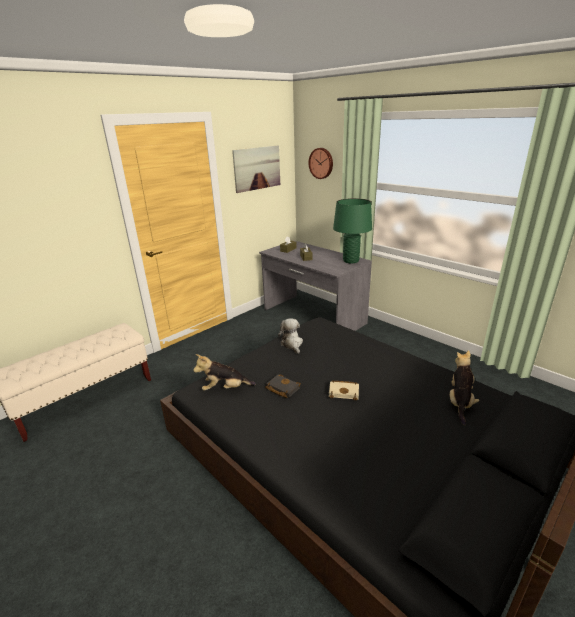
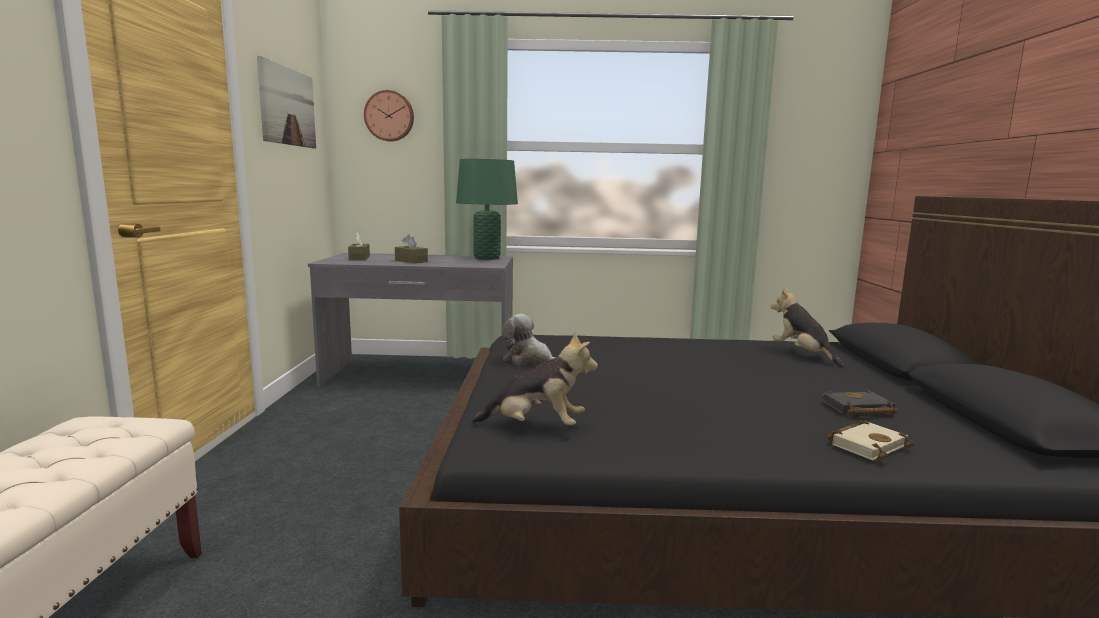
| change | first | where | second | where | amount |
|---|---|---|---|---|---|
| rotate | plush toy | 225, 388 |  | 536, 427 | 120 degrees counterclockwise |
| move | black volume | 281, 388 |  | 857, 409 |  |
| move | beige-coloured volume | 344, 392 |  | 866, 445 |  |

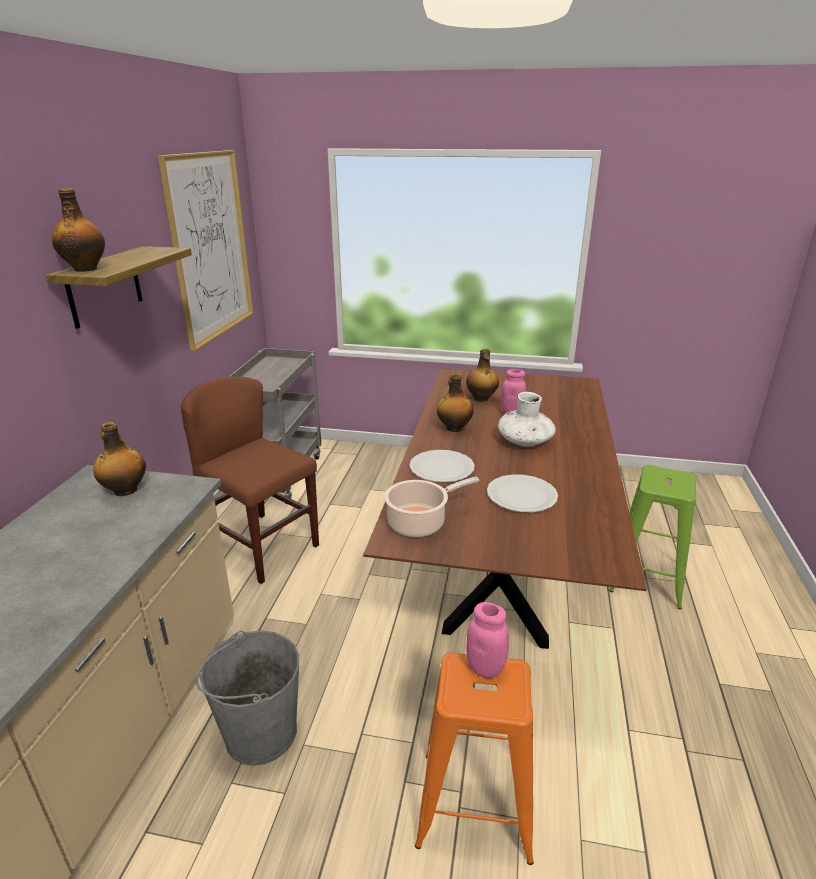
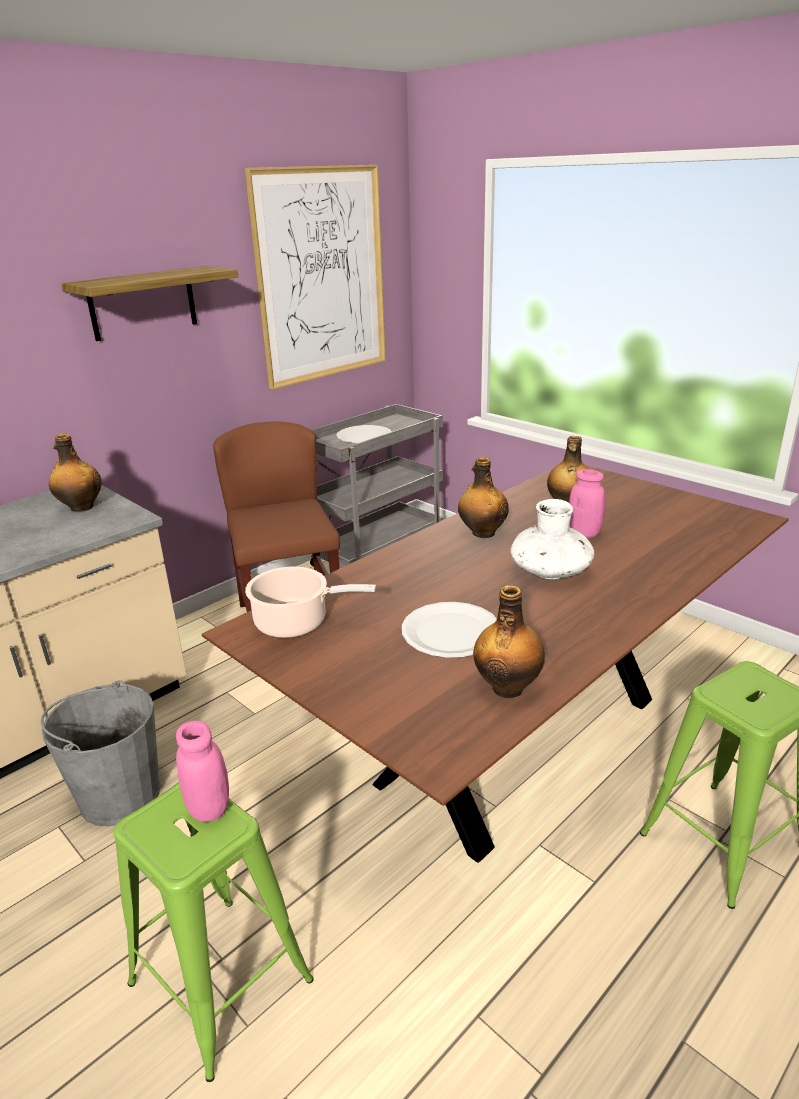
| change | first | where | second | where | amount |
|---|---|---|---|---|---|
| recolor | orange stool seat | 476, 805 | greenish stool seat | 221, 983 |  |
| move | white-coloured flat dish | 441, 468 |  | 364, 436 |  |
| move | bottle | 86, 269 |  | 508, 687 |  |

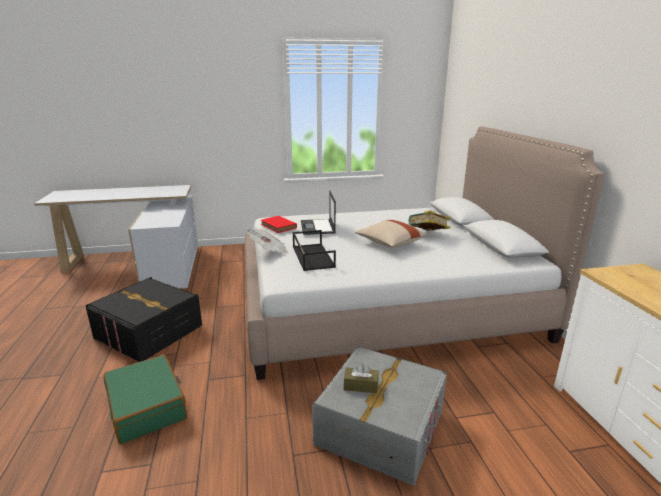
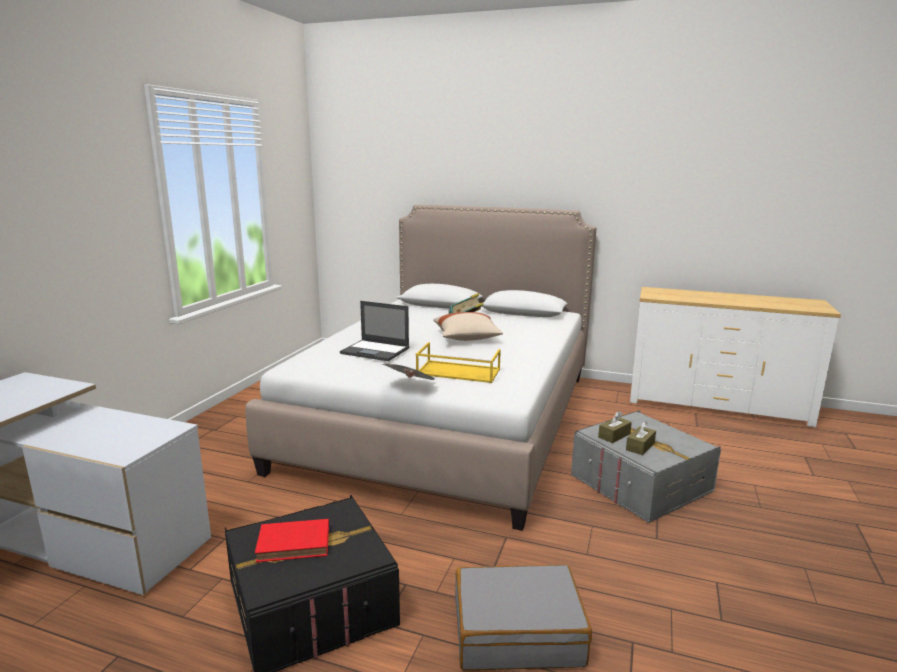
| change | first | where | second | where | amount |
|---|---|---|---|---|---|
| move | red volume | 279, 226 |  | 296, 544 |  |
| recolor | black tray | 312, 256 | yellow tray | 457, 372 |  |
| recolor | greenish suitcase | 147, 407 | greyish suitcase | 517, 631 |  |
| insert |  |  | brown-coloured box of tissues | 614, 435 |  |

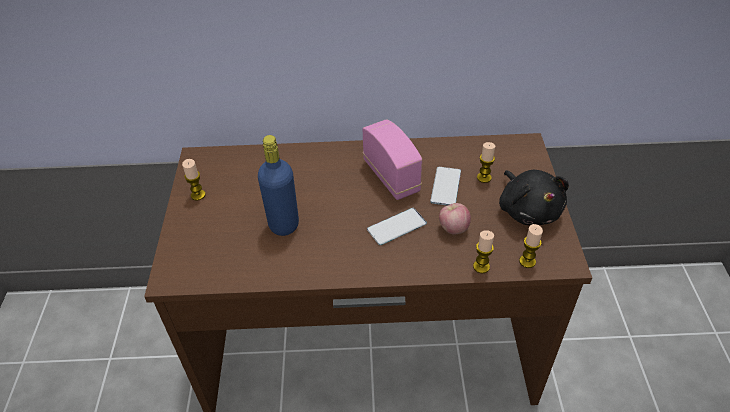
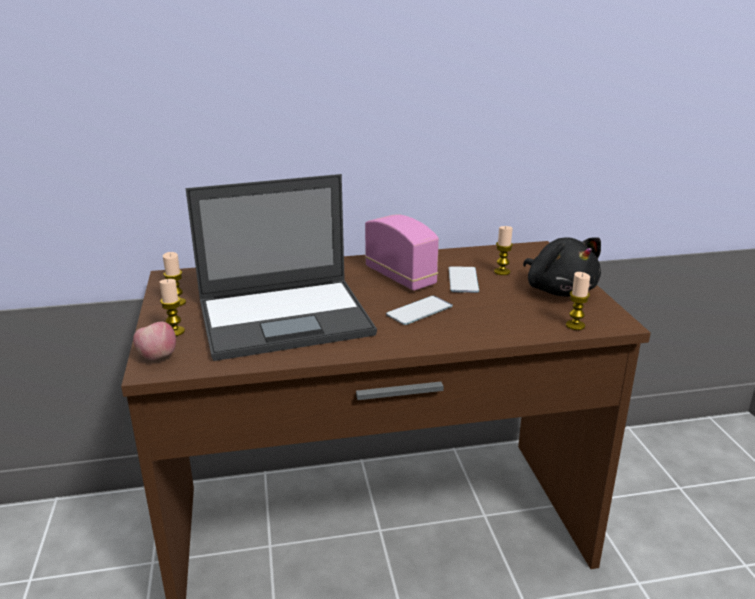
| change | first | where | second | where | amount |
|---|---|---|---|---|---|
| move | apple fruit | 453, 228 |  | 157, 357 |  |
| move | wax candle | 481, 267 |  | 175, 332 |  |
| replace | blue bottle | 284, 224 | notebook computer | 286, 317 |  |

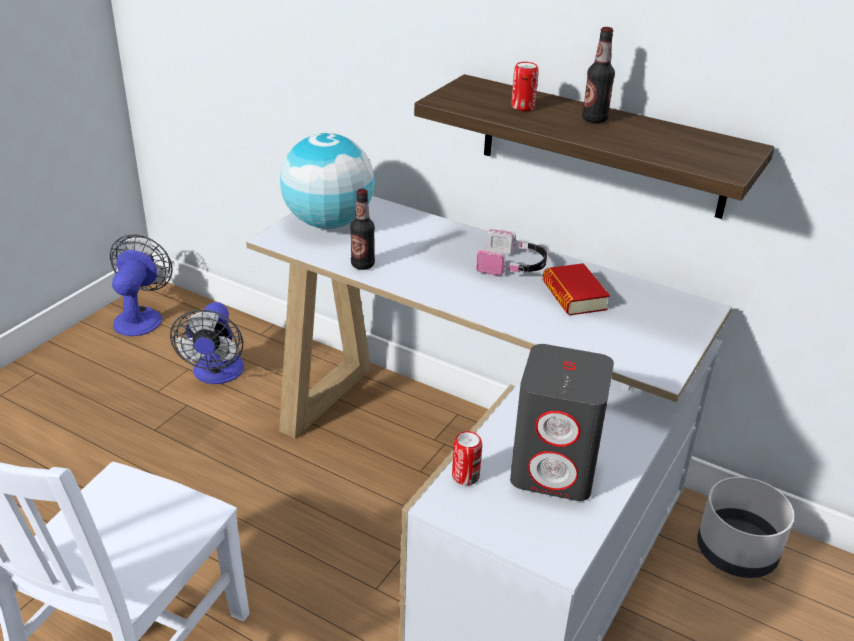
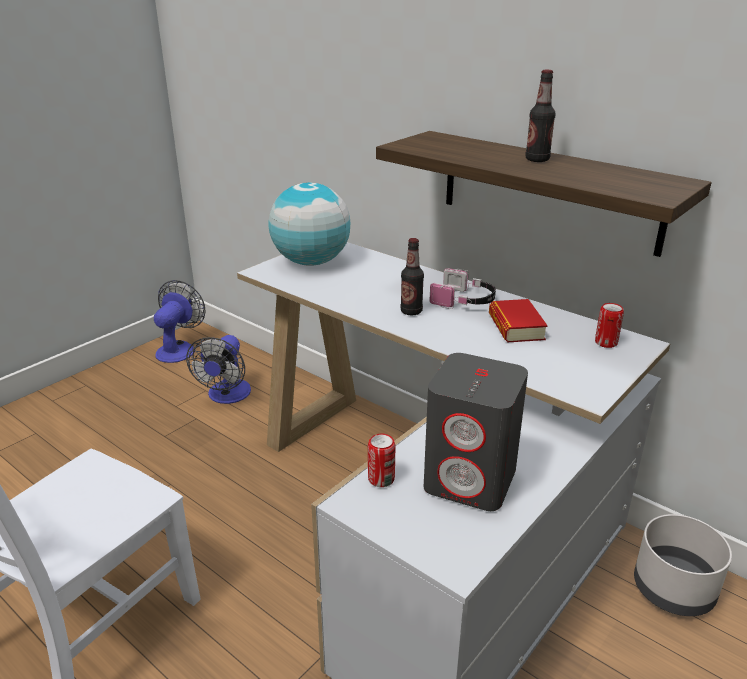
| change | first | where | second | where | amount |
|---|---|---|---|---|---|
| move | bottle | 362, 265 |  | 411, 311 |  |
| move | can | 523, 107 |  | 606, 343 |  |

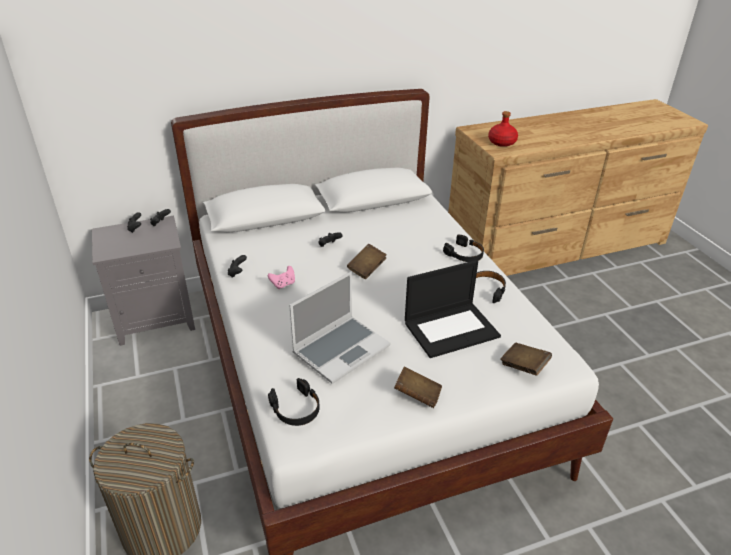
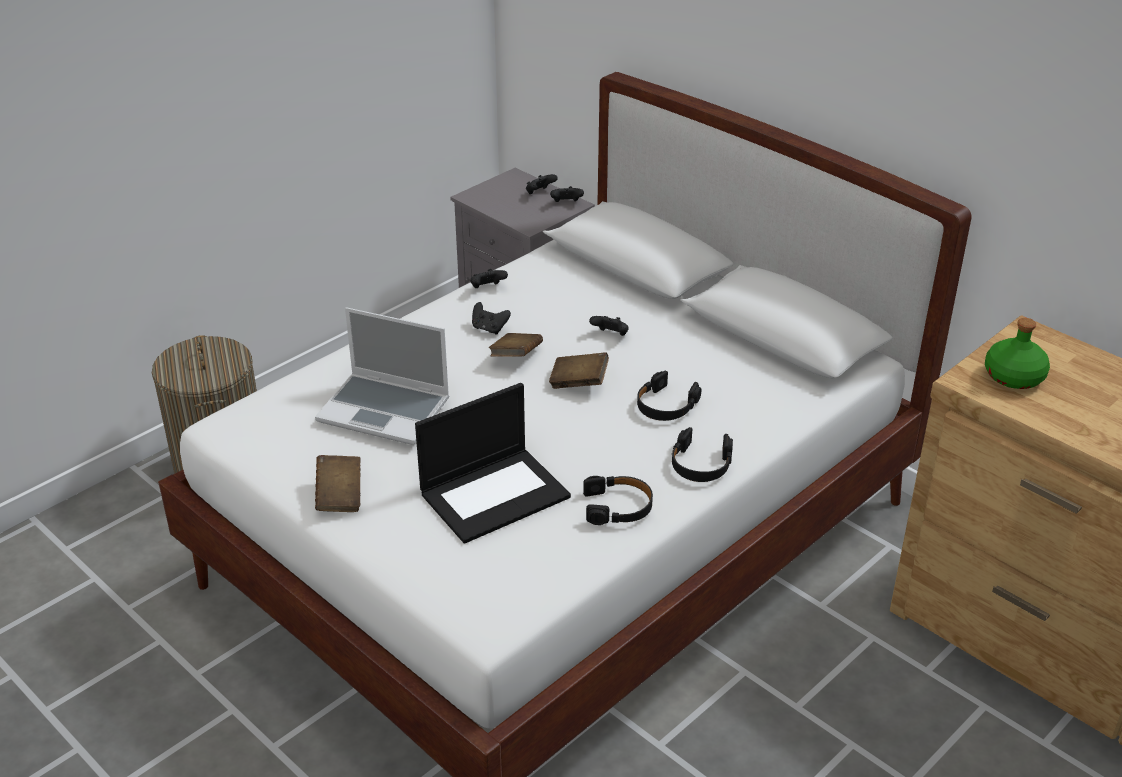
| change | first | where | second | where | amount |
|---|---|---|---|---|---|
| rotate | notebook computer | 451, 329 |  | 495, 494 | 75 degrees counterclockwise |
| recolor | pinkish game controller | 283, 284 | black game controller | 489, 328 |  |
| move | brown-coloured volume | 524, 366 |  | 516, 357 |  |
| move | black headphones | 296, 409 |  | 665, 405 |  |
| recolor | red bottle | 502, 142 | greenish bottle | 1013, 377 |  |

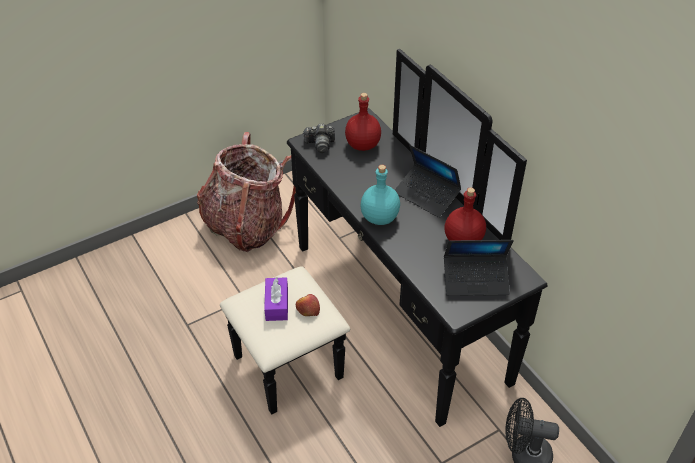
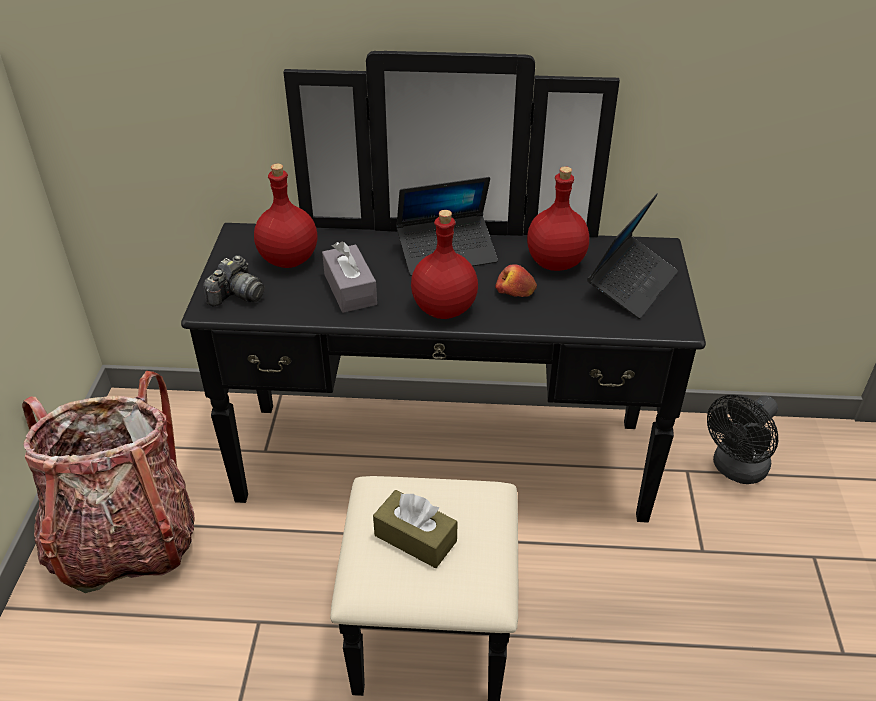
| change | first | where | second | where | amount |
|---|---|---|---|---|---|
| insert |  |  | greyish box of tissues | 350, 289 |  |
| recolor | purple-coloured box of tissues | 277, 304 | brown-coloured box of tissues | 415, 538 |  |
| recolor | blue-green bottle | 380, 218 | red bottle | 445, 309 |  |
| move | apple fruit | 307, 309 |  | 515, 291 |  |

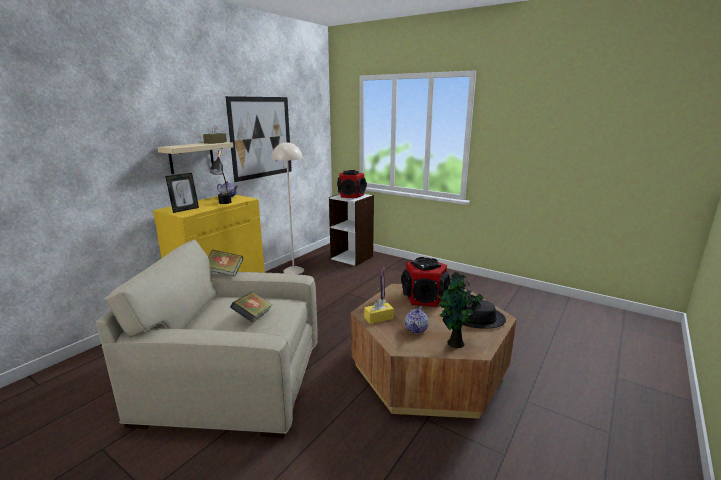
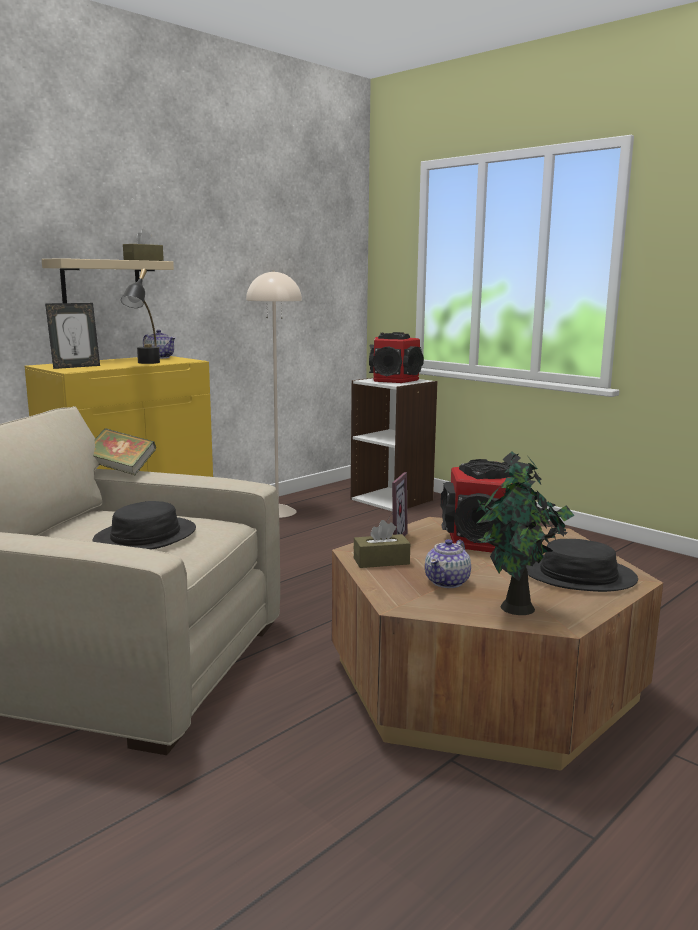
| change | first | where | second | where | amount |
|---|---|---|---|---|---|
| replace | volume | 253, 317 | black clothing hat | 146, 536 |  |
| recolor | yellow box of tissues | 378, 318 | brown-coloured box of tissues | 381, 561 |  |
| delete | wall art | 261, 137 |  |  |  |

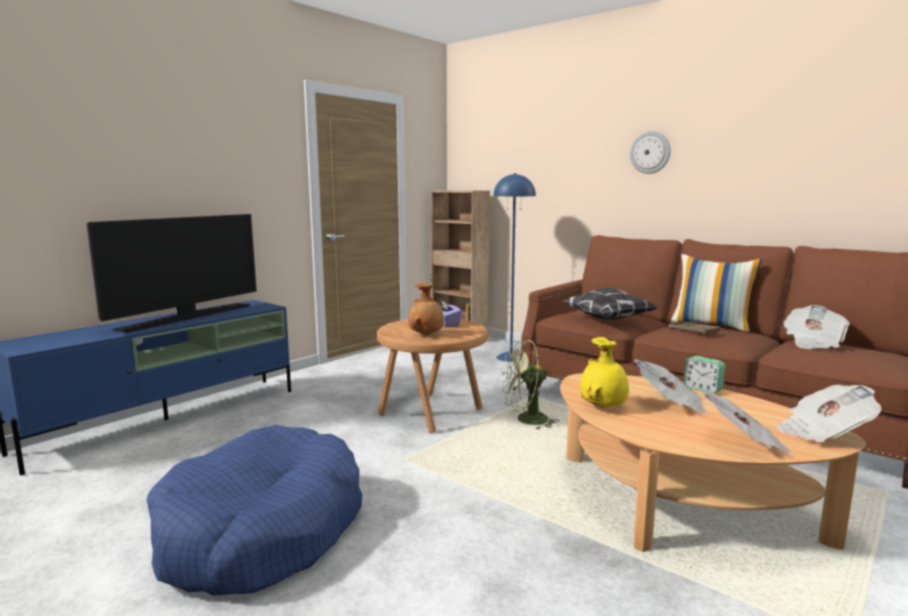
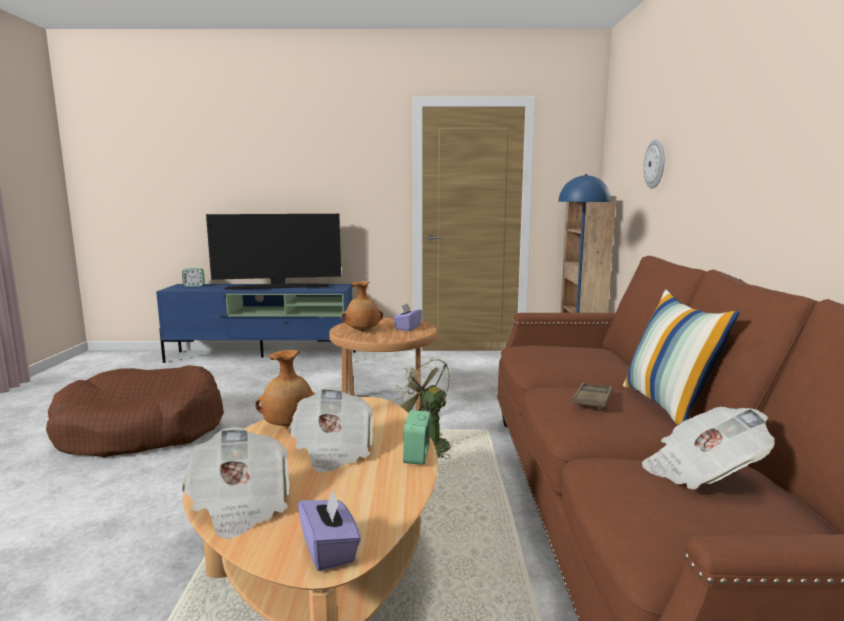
| change | first | where | second | where | amount |
|---|---|---|---|---|---|
| recolor | blue dog bed | 261, 531 | brown-coloured dog bed | 142, 430 |  |
| insert |  |  | alarm clock | 194, 286 |  |
| recolor | yellow flower vase | 604, 407 | brown-coloured flower vase | 289, 426 |  |
| replace | daily paper | 823, 433 | purple-coloured box of tissues | 329, 549 |  |
| move | clock on the wall | 650, 152 |  | 655, 164 |  |
| delete | throw pillow | 608, 320 |  |  |  |

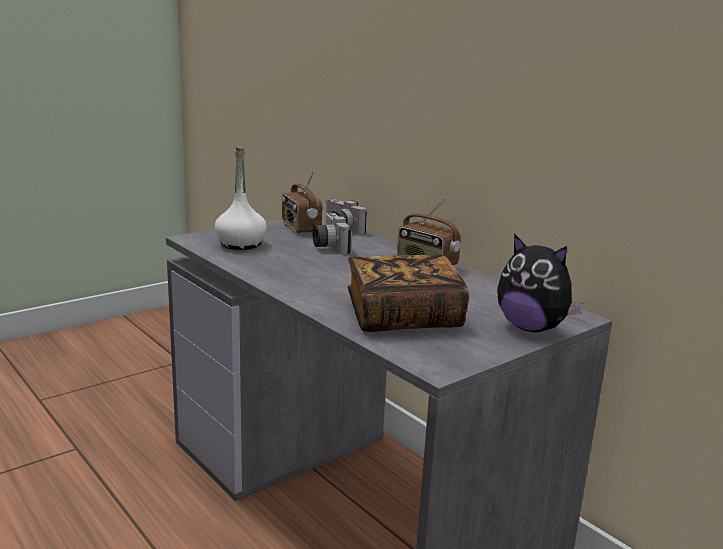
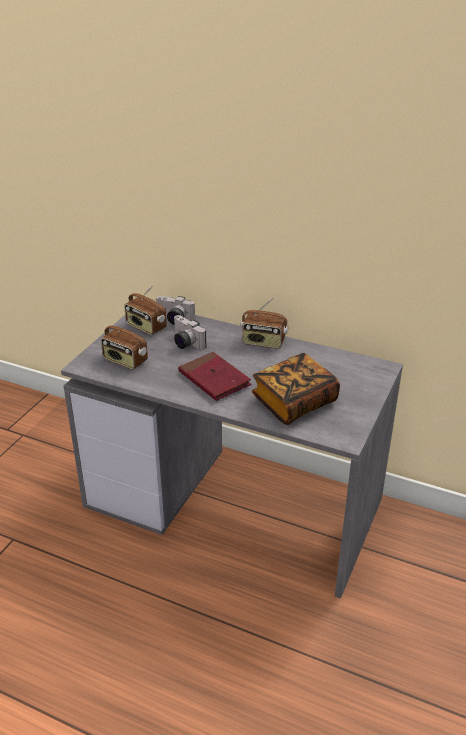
| change | first | where | second | where | amount |
|---|---|---|---|---|---|
| replace | white-coloured bottle | 241, 244 | radio | 125, 361 |  |
| insert |  |  | red volume | 214, 379 |  |
| delete | plush toy | 532, 328 |  |  |  |

